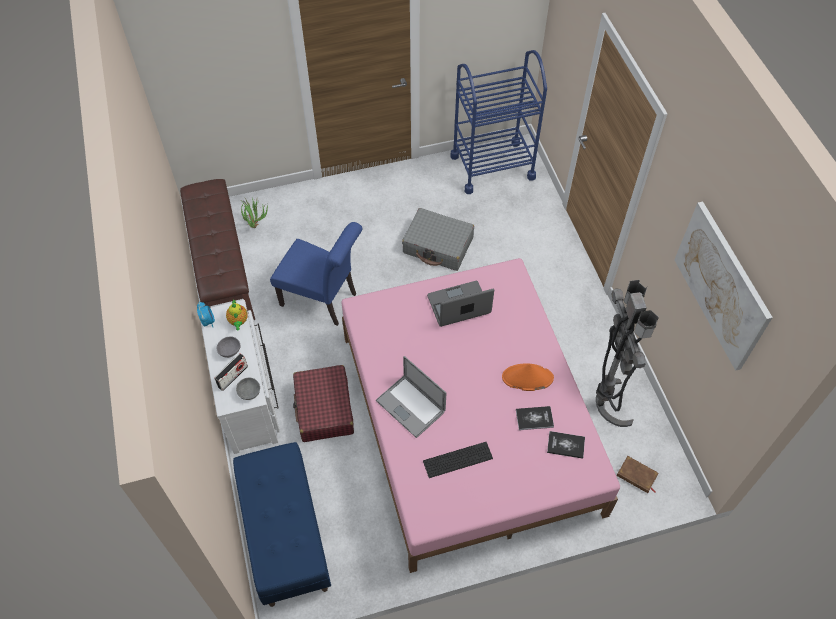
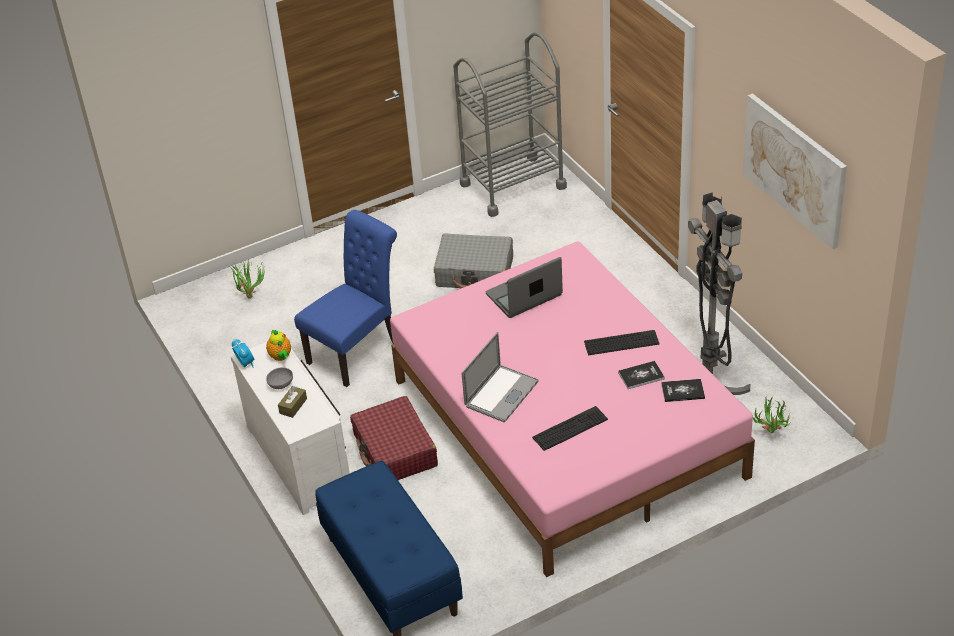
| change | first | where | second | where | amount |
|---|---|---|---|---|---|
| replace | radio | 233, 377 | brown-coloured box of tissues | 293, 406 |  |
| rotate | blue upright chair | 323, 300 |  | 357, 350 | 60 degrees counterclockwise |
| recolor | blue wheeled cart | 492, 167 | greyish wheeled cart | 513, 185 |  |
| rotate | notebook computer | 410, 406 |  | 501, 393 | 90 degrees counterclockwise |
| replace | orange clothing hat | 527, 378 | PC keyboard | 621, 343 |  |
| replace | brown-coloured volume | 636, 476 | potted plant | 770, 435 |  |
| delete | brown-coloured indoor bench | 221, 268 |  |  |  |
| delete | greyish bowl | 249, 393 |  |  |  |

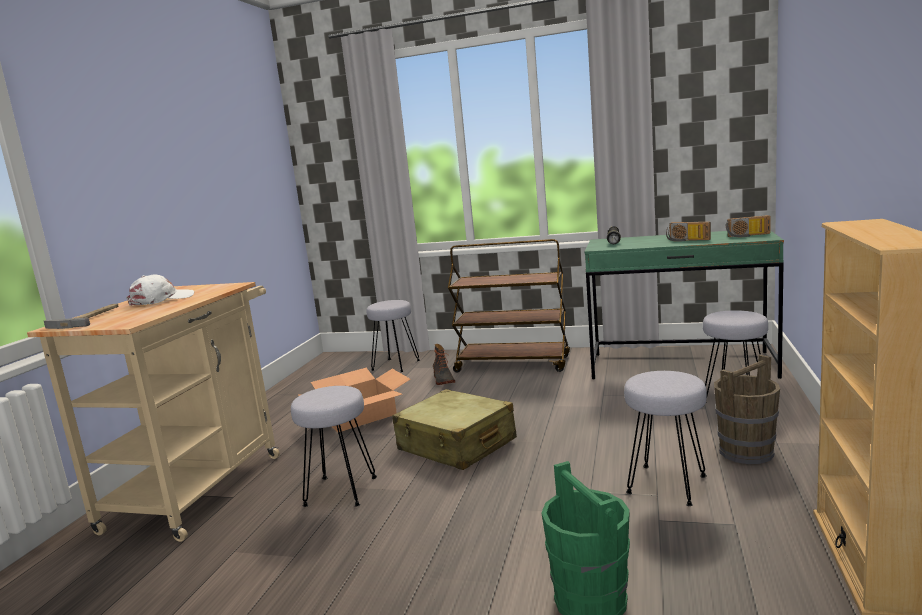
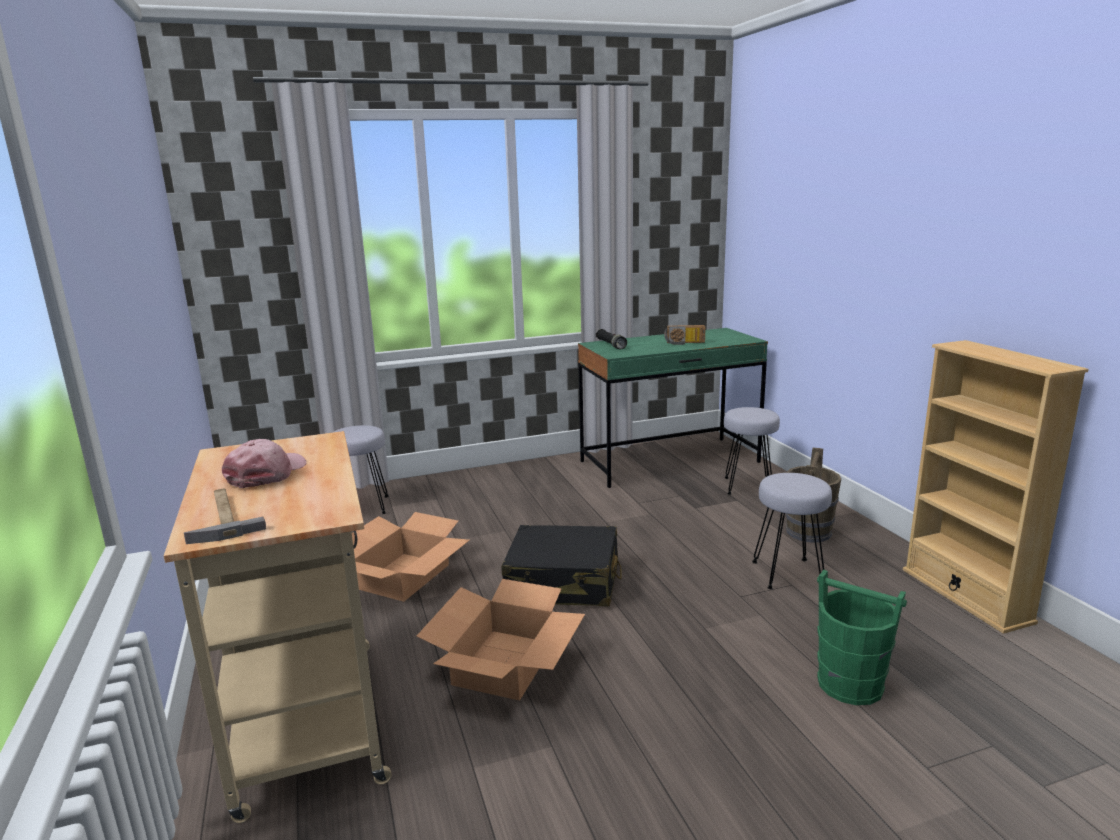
| change | first | where | second | where | amount |
|---|---|---|---|---|---|
| recolor | white-coloured baseball cap | 161, 300 | pinkish baseball cap | 267, 473 |  |
| replace | greyish stool seat | 341, 490 | cardboard box | 505, 663 |  |
| recolor | beige-coloured suitcase | 456, 445 | black suitcase | 563, 583 |  |
| delete | boot | 443, 380 |  |  |  |
| delete | brown-coloured wheeled cart | 513, 364 |  |  |  |
| delete | radio | 748, 236 |  |  |  |

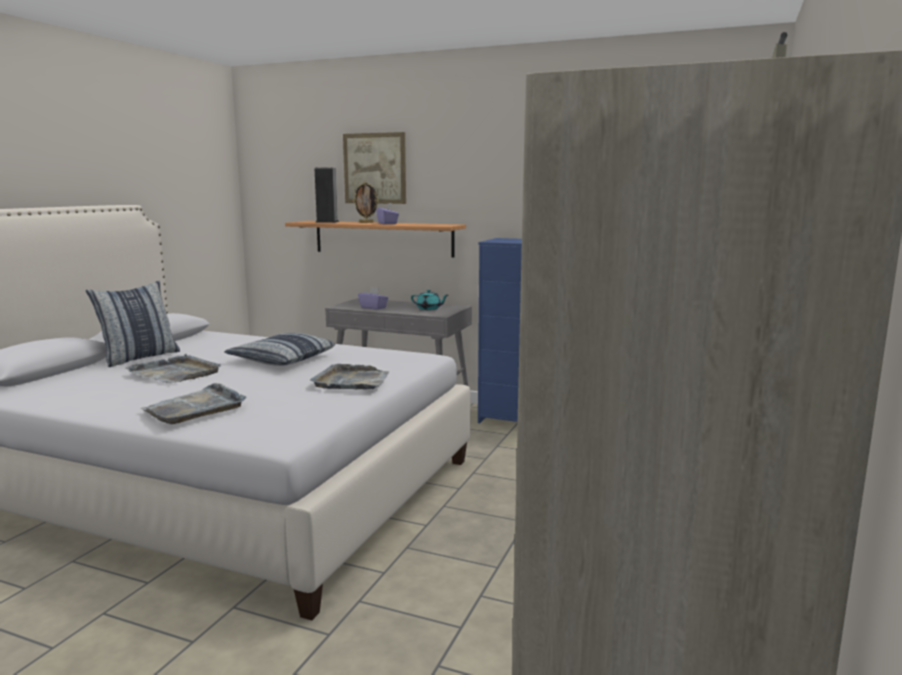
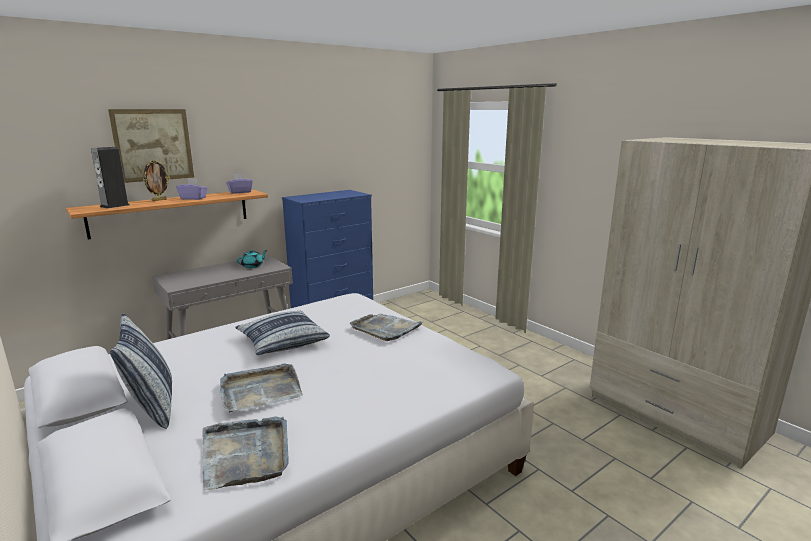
| change | first | where | second | where | amount |
|---|---|---|---|---|---|
| move | greyish tray | 195, 408 |  | 246, 454 |  |
| move | purple-coloured box of tissues | 373, 307 |  | 240, 192 |  |

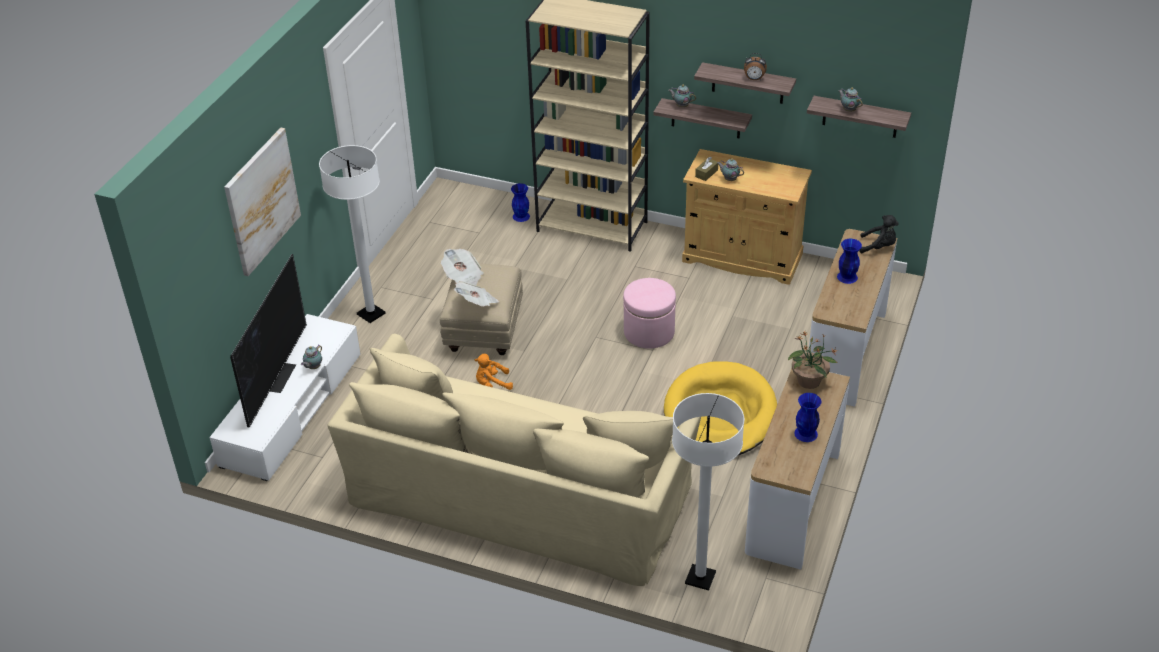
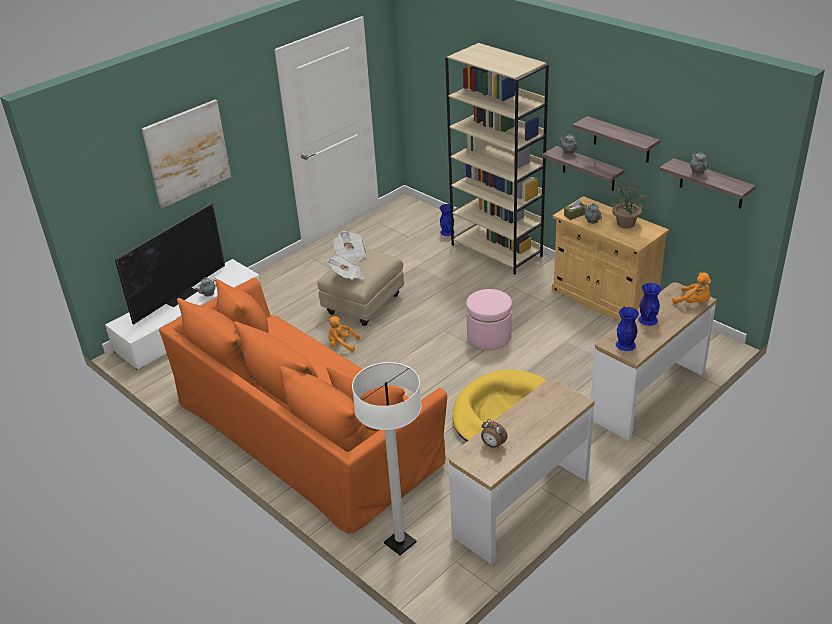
| change | first | where | second | where | amount |
|---|---|---|---|---|---|
| recolor | beige-coloured sofa | 520, 491 | orange sofa | 306, 429 |  |
| move | alarm clock | 754, 79 |  | 493, 445 |  |
| move | potted plant | 809, 381 |  | 625, 224 |  |
| move | blue flower vase | 805, 434 |  | 625, 345 |  |
| recolor | black plush toy | 879, 247 | orange plush toy | 694, 302 |  |
| delete | white-coloured standing lamp | 371, 314 |  |  |  |

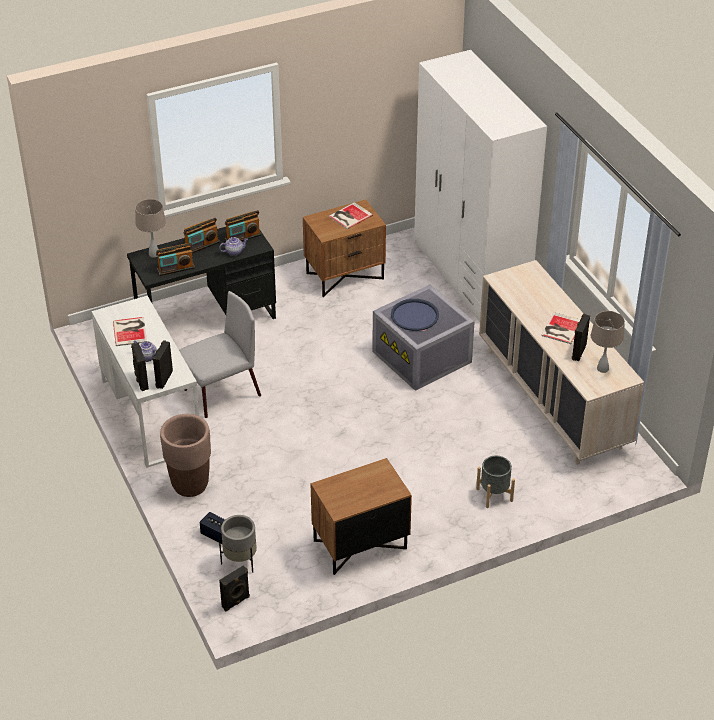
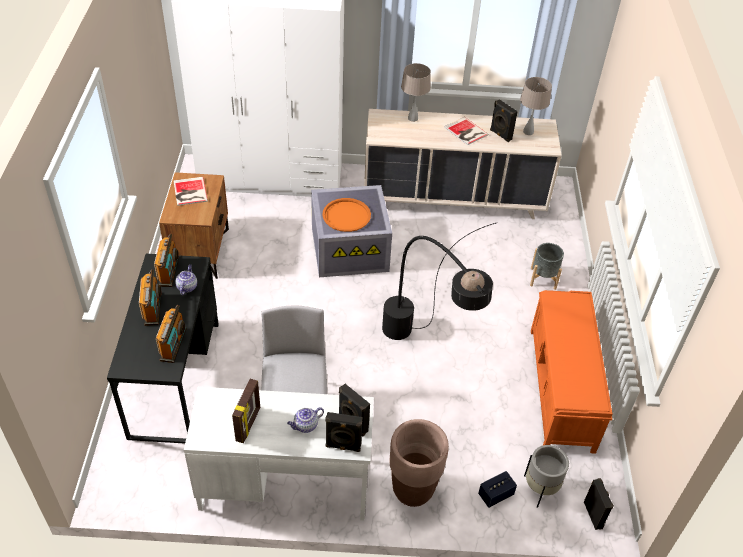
| change | first | where | second | where | amount |
|---|---|---|---|---|---|
| replace | volume | 130, 331 | picture frame | 249, 424 |  |
| recolor | blue tray | 414, 315 | orange tray | 346, 215 |  |
| insert |  |  | black standing lamp | 428, 349 |  |
| move | beige-coloured table lamp | 154, 254 |  | 412, 118 |  |
| replace | brown-coloured bedside table | 360, 545 | orange indoor bench | 561, 389 |  |

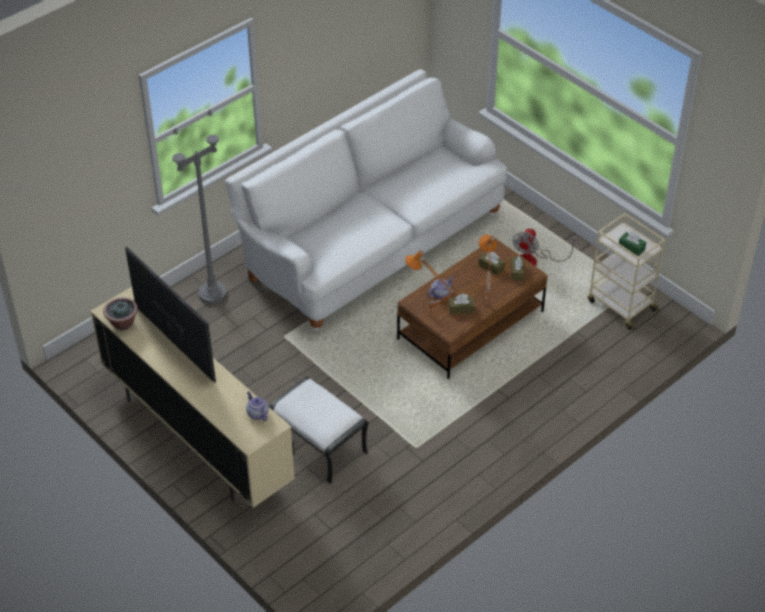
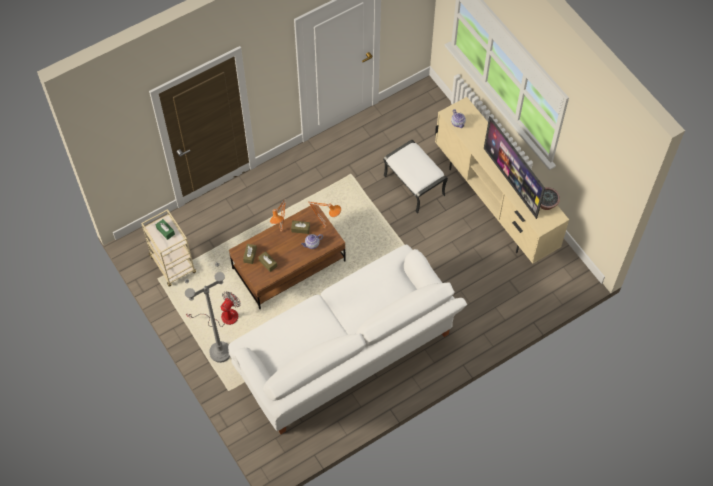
| change | first | where | second | where | amount |
|---|---|---|---|---|---|
| move | greyish standing lamp | 213, 294 |  | 220, 353 |  |

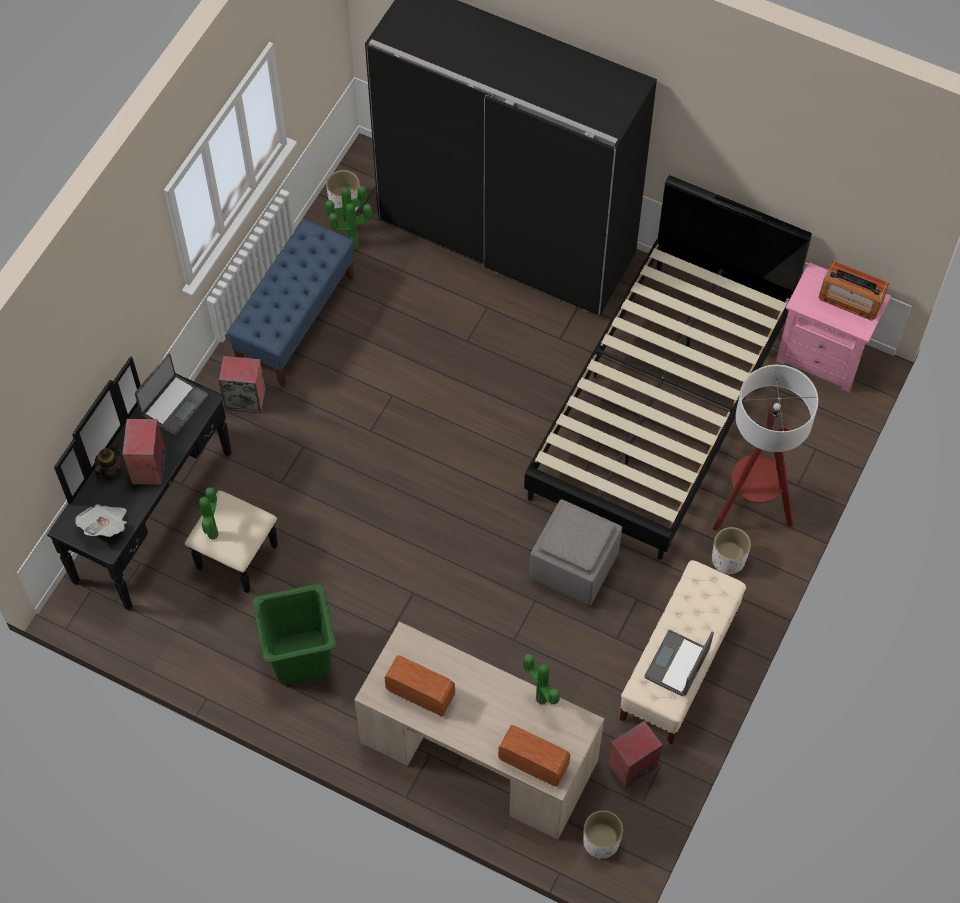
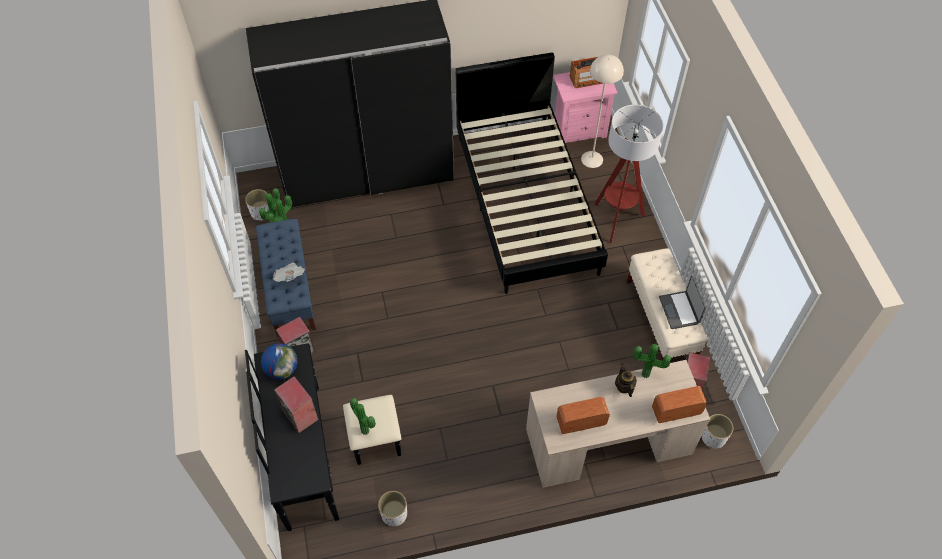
| change | first | where | second | where | amount |
|---|---|---|---|---|---|
| replace | notebook computer | 173, 404 | world globe | 282, 369 |  |
| move | daily paper | 105, 526 |  | 290, 277 |  |
| move | white-coloured plant pot | 728, 559 |  | 394, 514 |  |
| insert |  |  | beige-coloured standing lamp | 592, 159 |  |
| move | pot for tea | 110, 470 |  | 624, 387 |  |
| delete | greenish washing basket | 300, 656 |  |  |  |
| delete | greyish pouffe | 575, 566 |  |  |  |

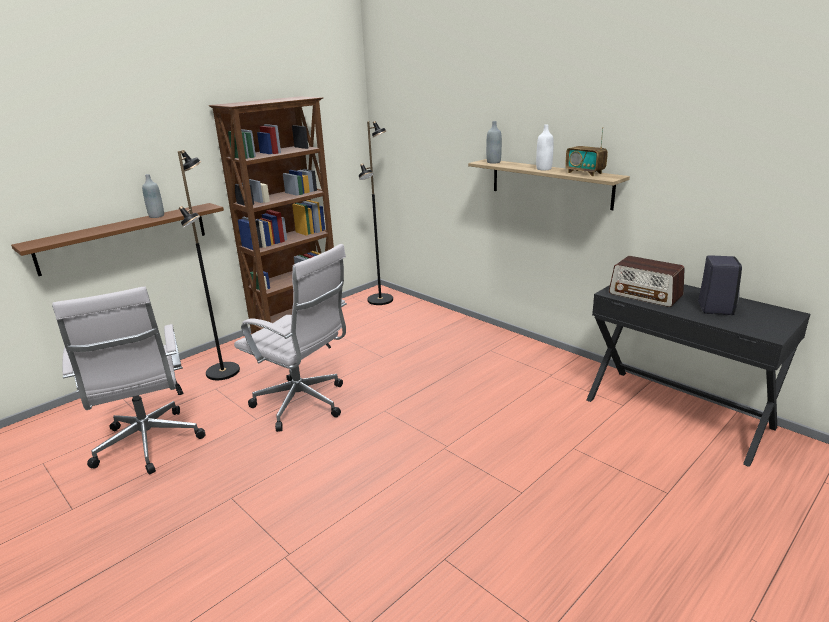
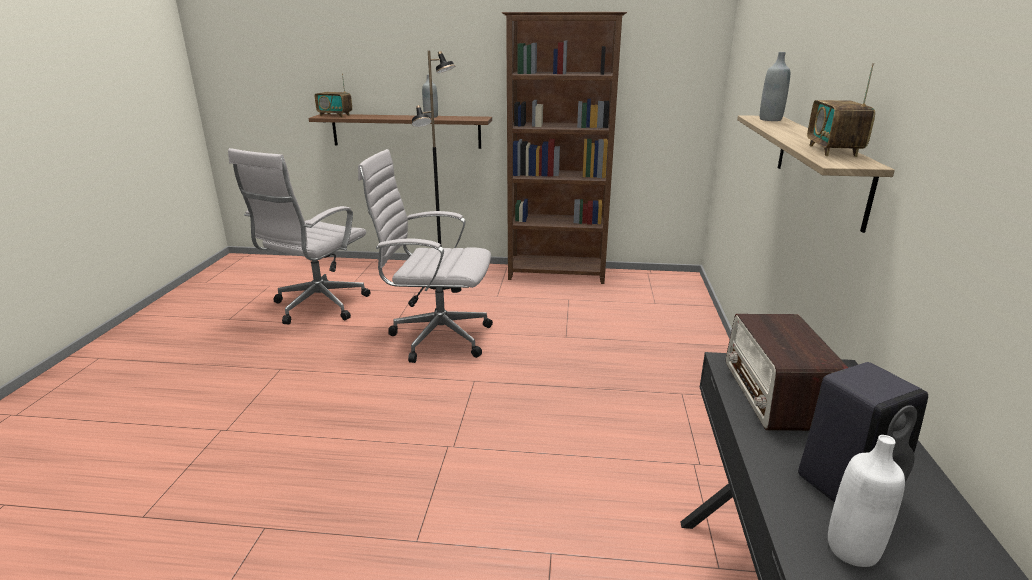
| change | first | where | second | where | amount |
|---|---|---|---|---|---|
| insert |  |  | radio | 335, 115 |  |
| rotate | white-coloured computer chair | 304, 405 |  | 436, 337 | 105 degrees clockwise |
| move | white-coloured bottle | 544, 169 |  | 852, 549 |  |
| delete | black standing lamp | 381, 300 |  |  |  |

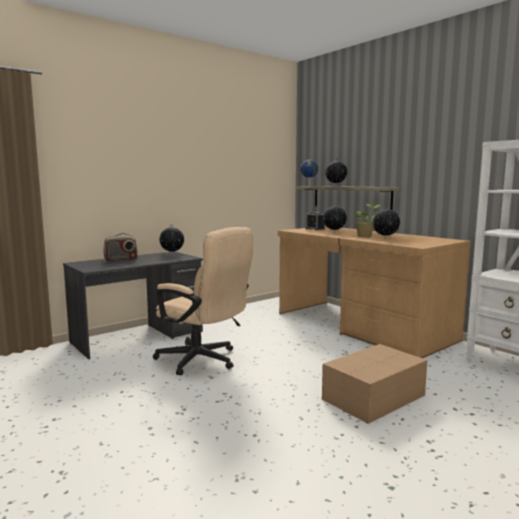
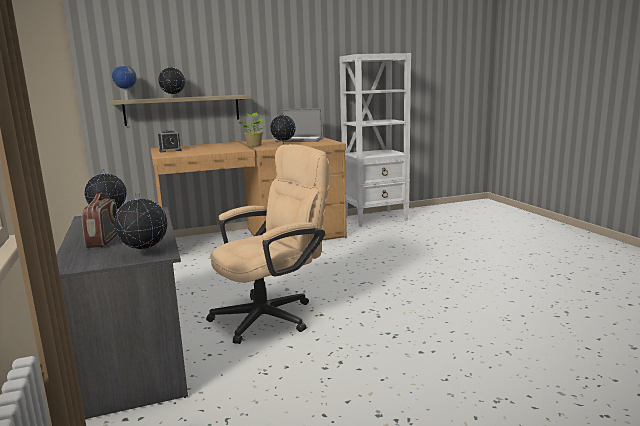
| change | first | where | second | where | amount |
|---|---|---|---|---|---|
| move | world globe | 334, 233 |  | 145, 254 |  |
| insert |  |  | notebook computer | 299, 140 |  |
| delete | cardboard box | 375, 397 |  |  |  |

